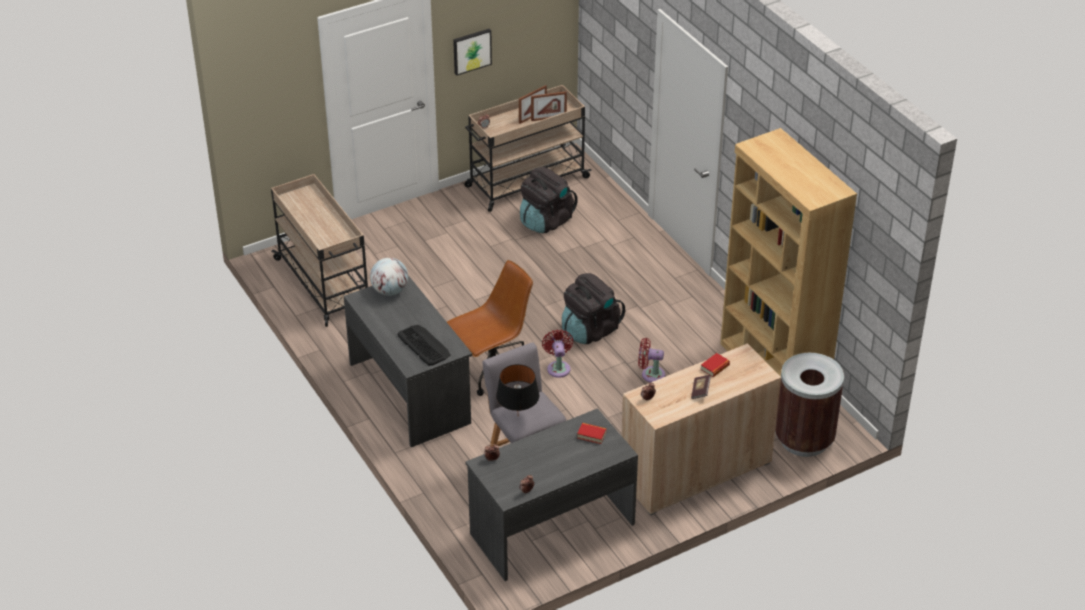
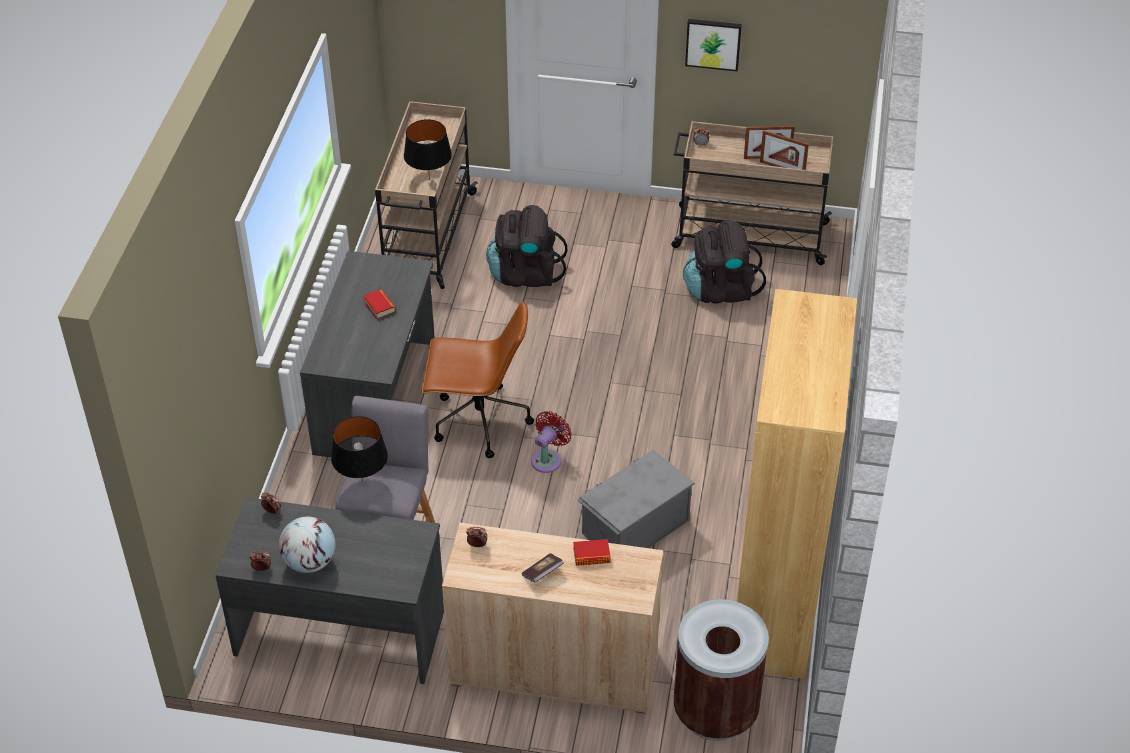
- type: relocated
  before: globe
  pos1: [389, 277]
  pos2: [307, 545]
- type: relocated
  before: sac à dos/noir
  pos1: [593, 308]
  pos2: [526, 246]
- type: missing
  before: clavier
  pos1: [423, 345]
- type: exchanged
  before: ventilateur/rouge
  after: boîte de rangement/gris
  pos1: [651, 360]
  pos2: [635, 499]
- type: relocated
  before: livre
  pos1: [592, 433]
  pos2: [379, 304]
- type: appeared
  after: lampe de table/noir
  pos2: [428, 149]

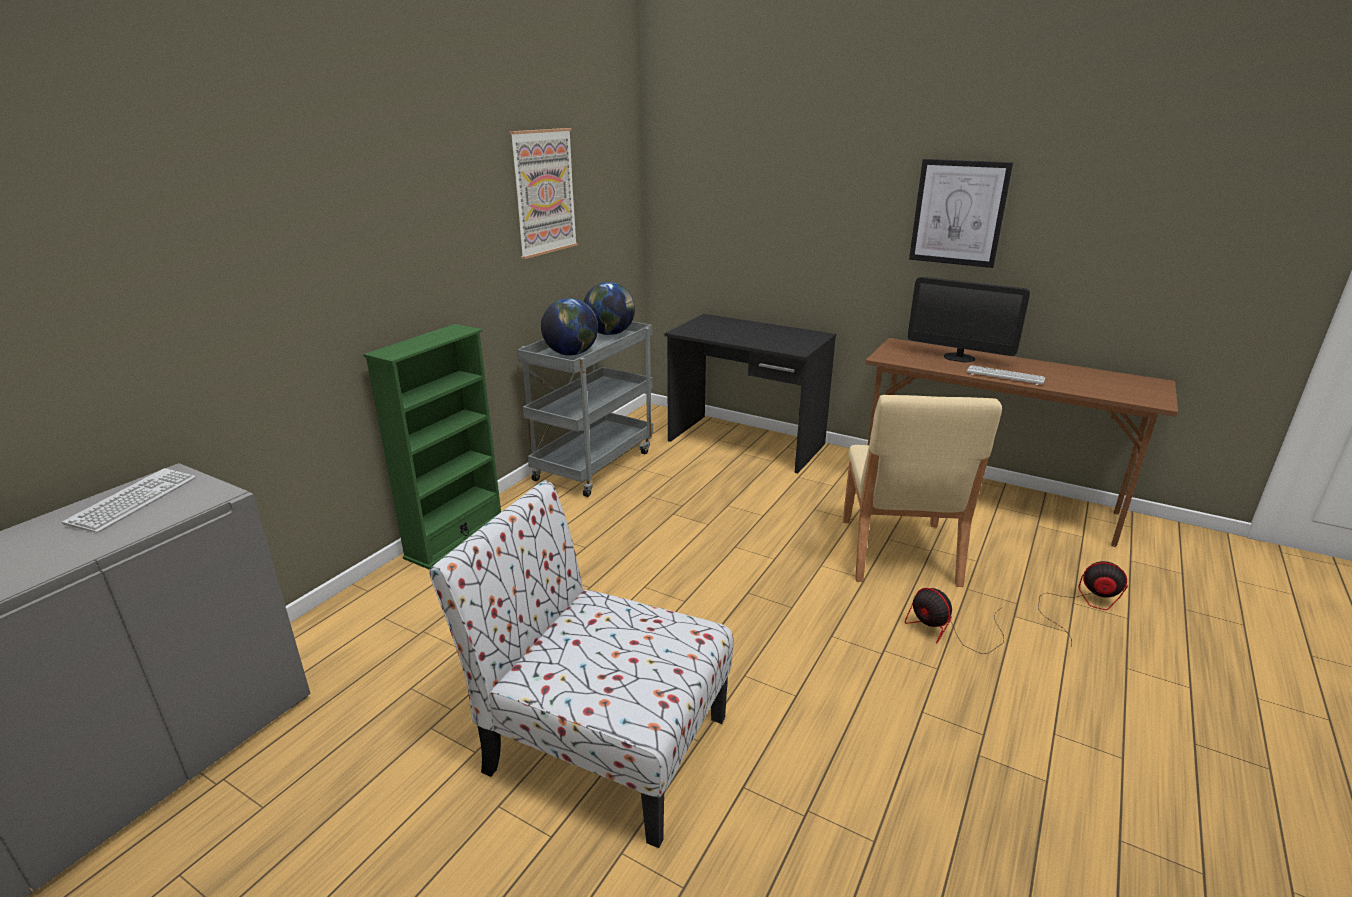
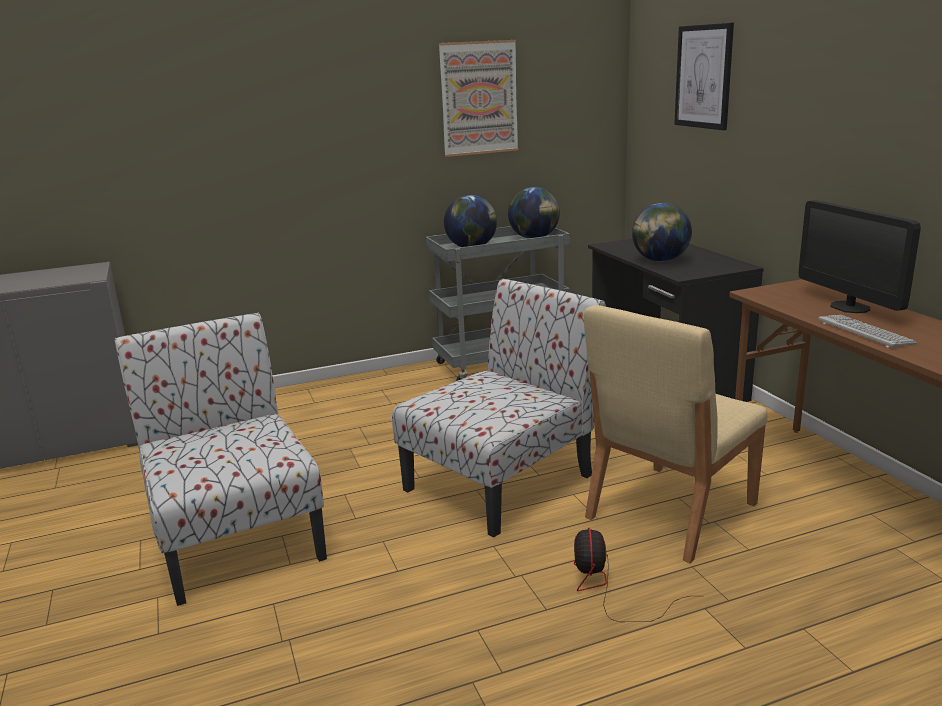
- type: relocated
  before: tableau
  pos1: [961, 213]
  pos2: [704, 76]
- type: missing
  before: bibliothèque/vert
  pos1: [432, 446]
- type: missing
  before: clavier
  pos1: [129, 500]
- type: missing
  before: ventilateur
  pos1: [1083, 604]
- type: appeared
  after: globe
  pos2: [662, 232]
- type: appeared
  after: chaise
  pos2: [499, 408]

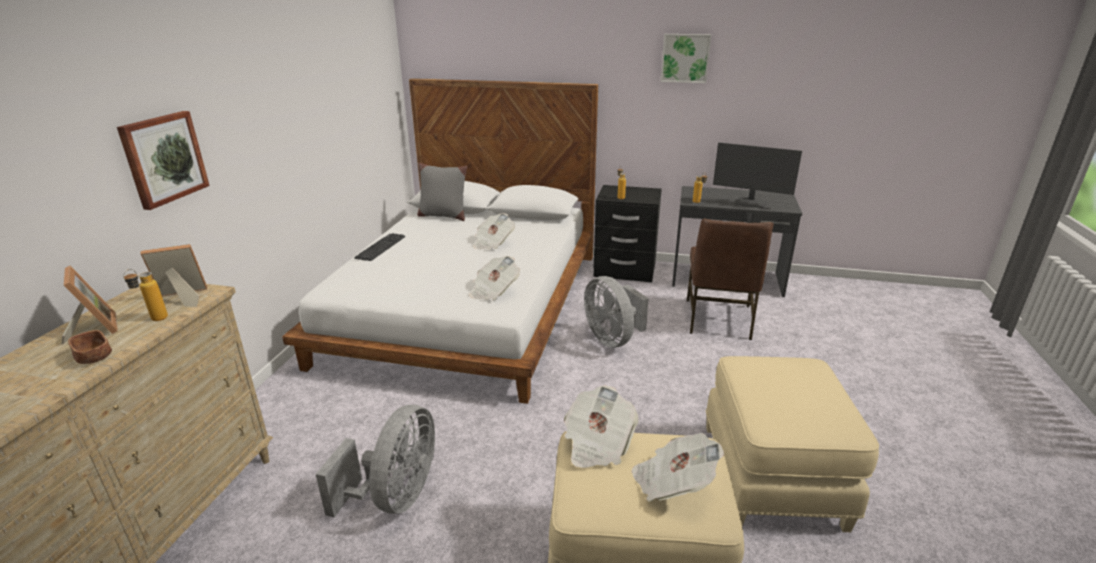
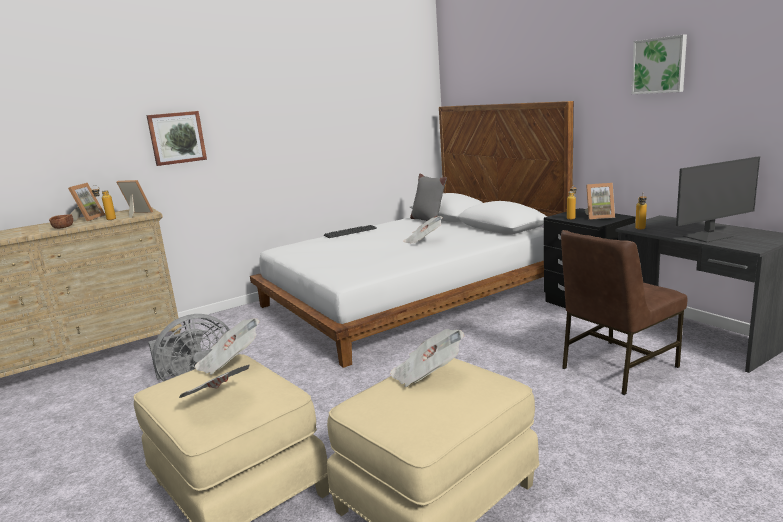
- type: spun
  before: écran d'ordinateur
  pos1: [757, 175]
  pos2: [718, 199]
  turn: -90
- type: relocated
  before: journal
  pos1: [494, 278]
  pos2: [427, 358]
- type: missing
  before: ventilateur/gris
  pos1: [616, 312]
- type: appeared
  after: cadre photo
  pos2: [600, 201]

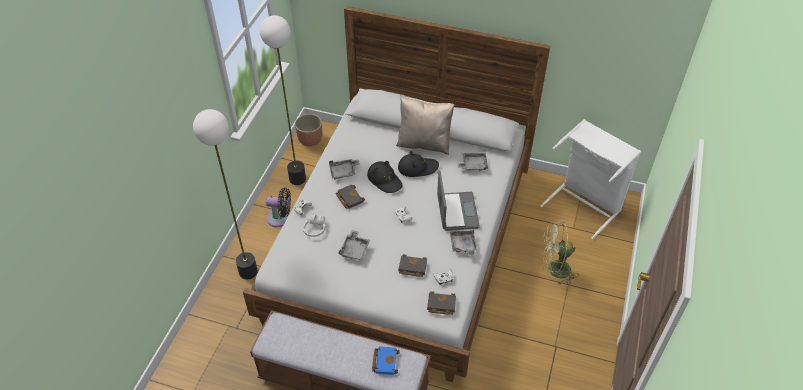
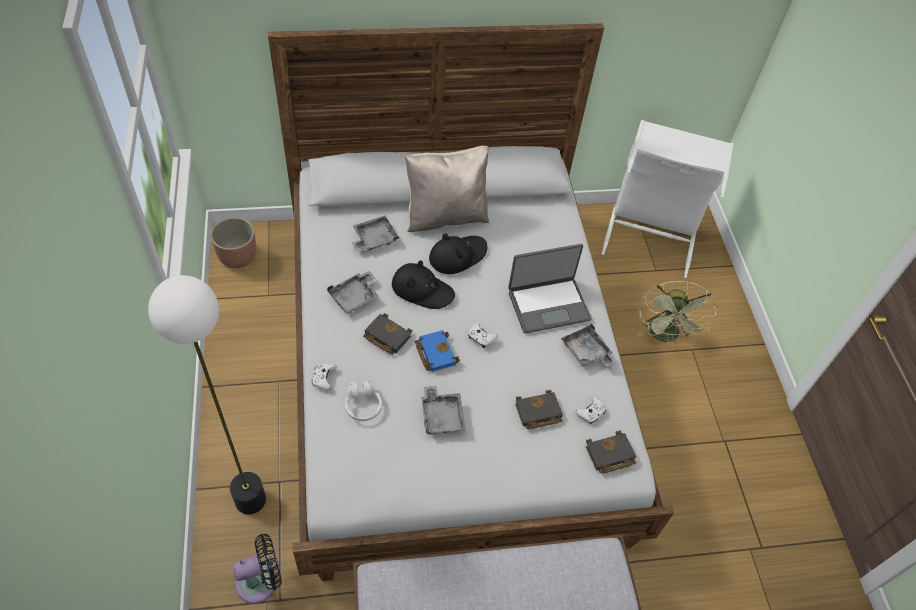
- type: missing
  before: lampadaire
  pos1: [283, 100]
- type: relocated
  before: plateau/gris
  pos1: [473, 162]
  pos2: [375, 233]
- type: spun
  before: ordinateur portable
  pos1: [458, 201]
  pos2: [550, 288]
  turn: 105
- type: relocated
  before: ventilateur/noir
  pos1: [278, 207]
  pos2: [257, 569]
- type: spun
  before: ventilateur/vert
  pos1: [560, 253]
  pos2: [676, 312]
  turn: -60
- type: relocated
  before: livre/bleu
  pos1: [386, 360]
  pos2: [437, 351]

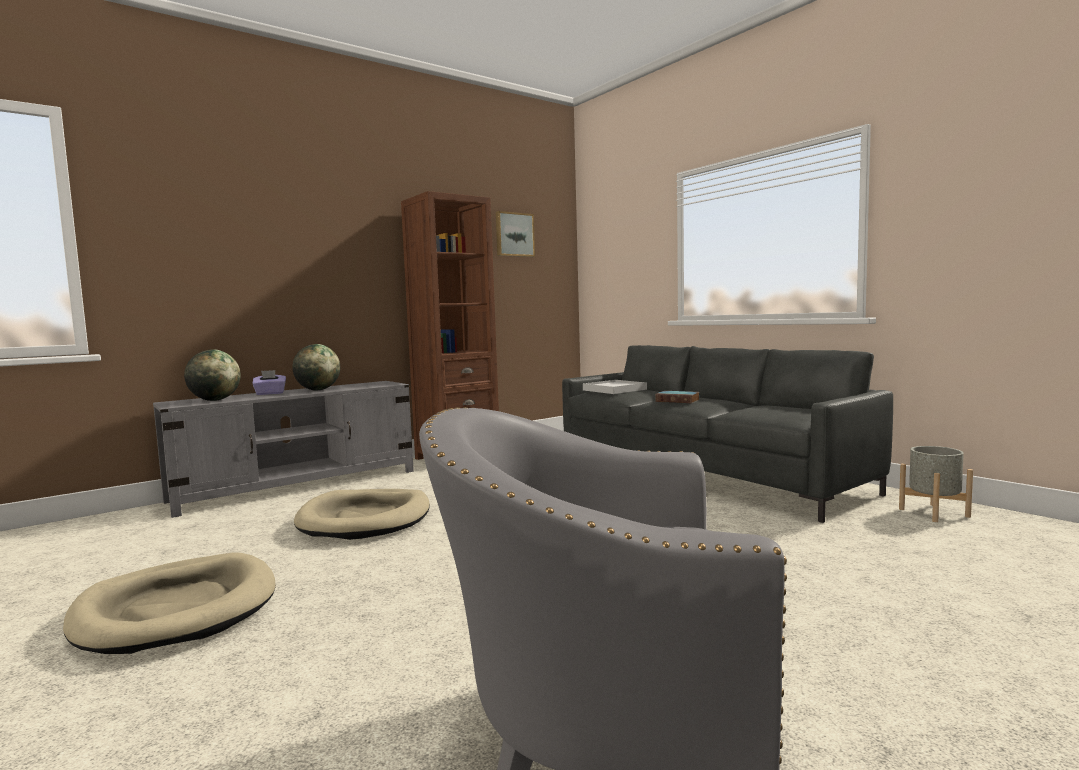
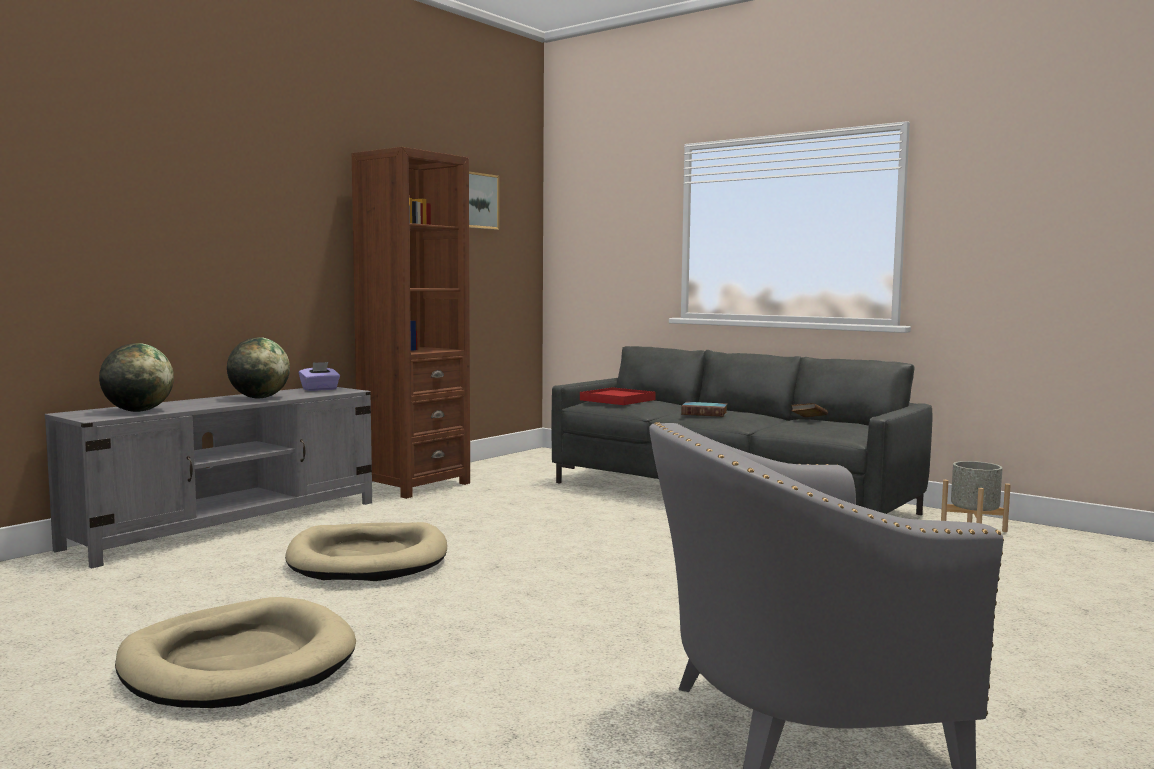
- type: relocated
  before: boîte à mouchoirs/violet
  pos1: [269, 382]
  pos2: [319, 376]
- type: colour
  before: plateau/blanc
  after: plateau/rouge
  pos1: [615, 387]
  pos2: [618, 396]
- type: appeared
  after: livre/marron
  pos2: [809, 410]

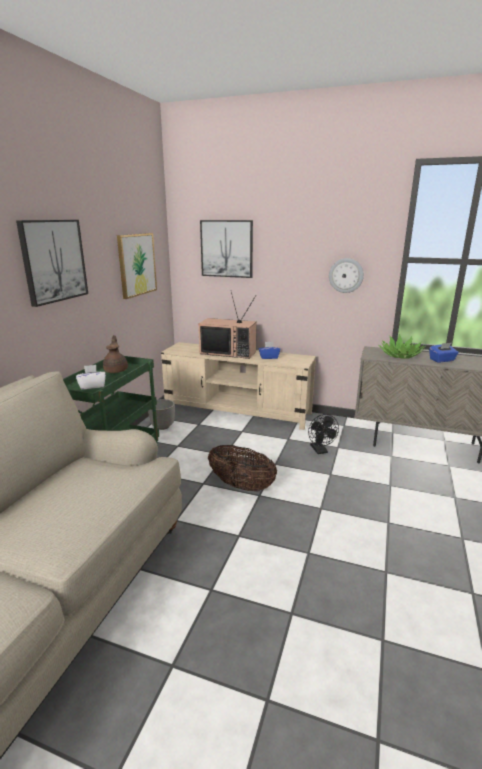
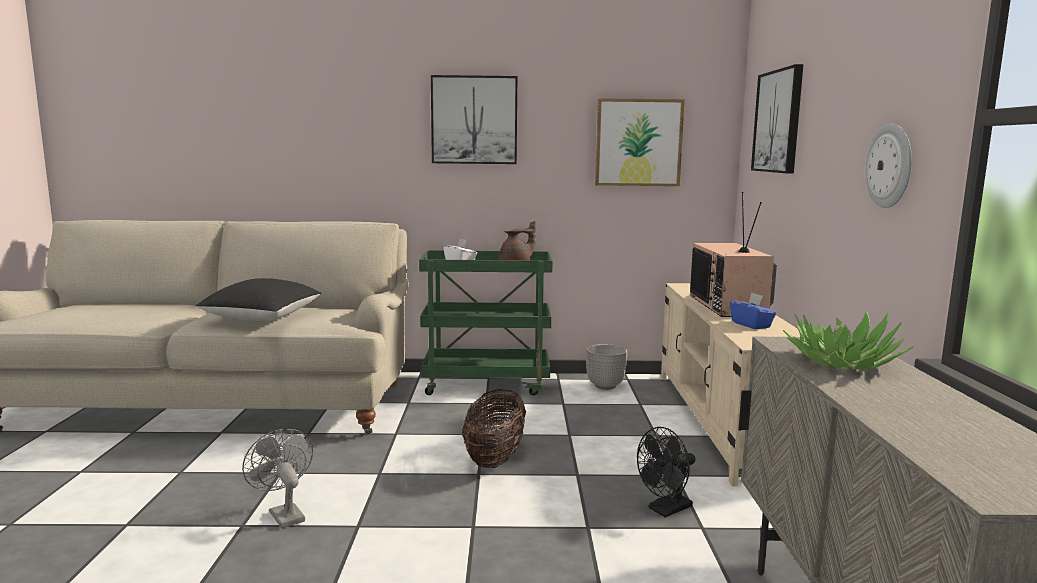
- type: missing
  before: boîte à mouchoirs/bleu
  pos1: [444, 352]
- type: appeared
  after: coussin/noir
  pos2: [258, 299]
- type: appeared
  after: ventilateur/gris
  pos2: [277, 478]

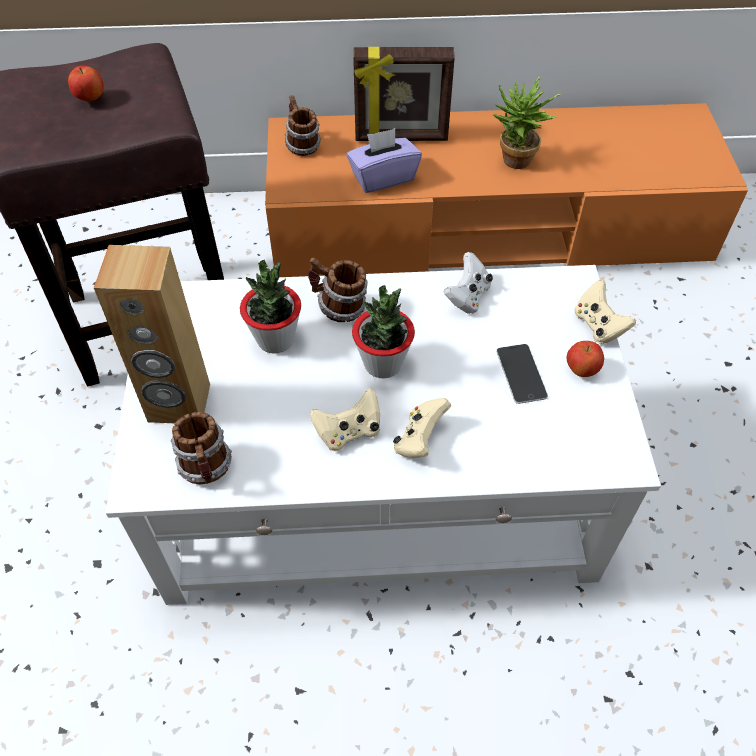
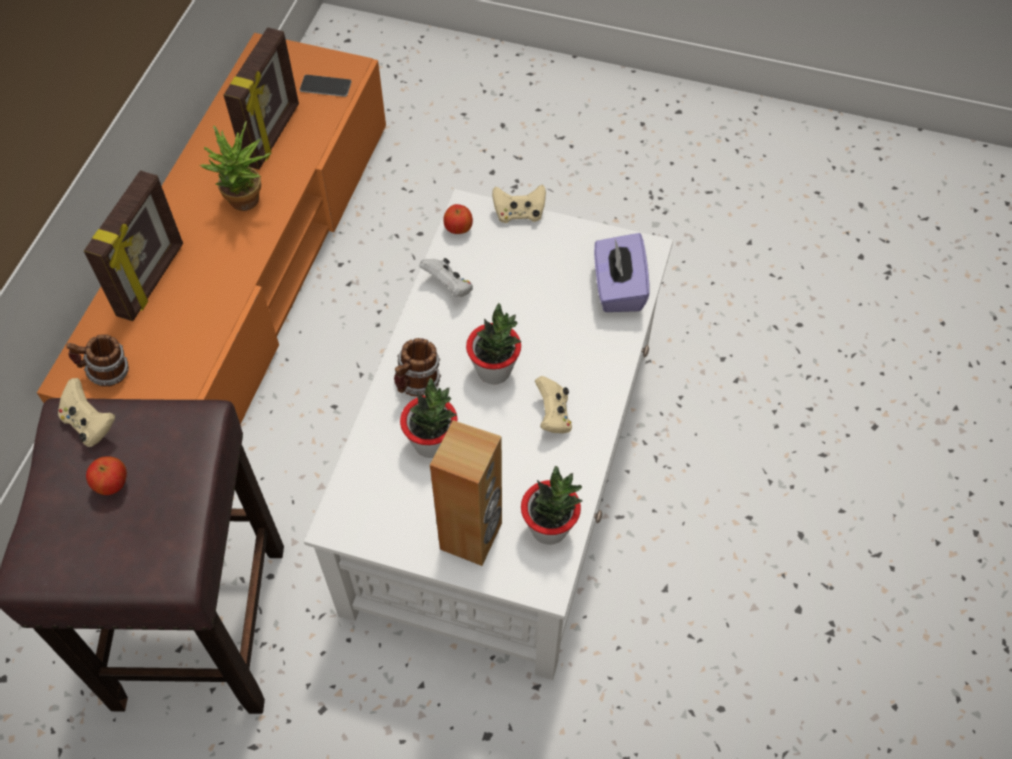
- type: relocated
  before: boîte à mouchoirs/violet
  pos1: [384, 160]
  pos2: [622, 272]
- type: relocated
  before: pomme
  pos1: [585, 359]
  pos2: [458, 219]
- type: relocated
  before: téléphone
  pos1: [522, 374]
  pos2: [326, 86]
- type: relocated
  before: manette/beige
  pos1: [422, 428]
  pos2: [86, 412]
- type: exchanged
  before: mug
  after: plante en pot
  pos1: [201, 448]
  pos2: [552, 505]
- type: appeared
  after: cadre photo
  pos2: [261, 99]

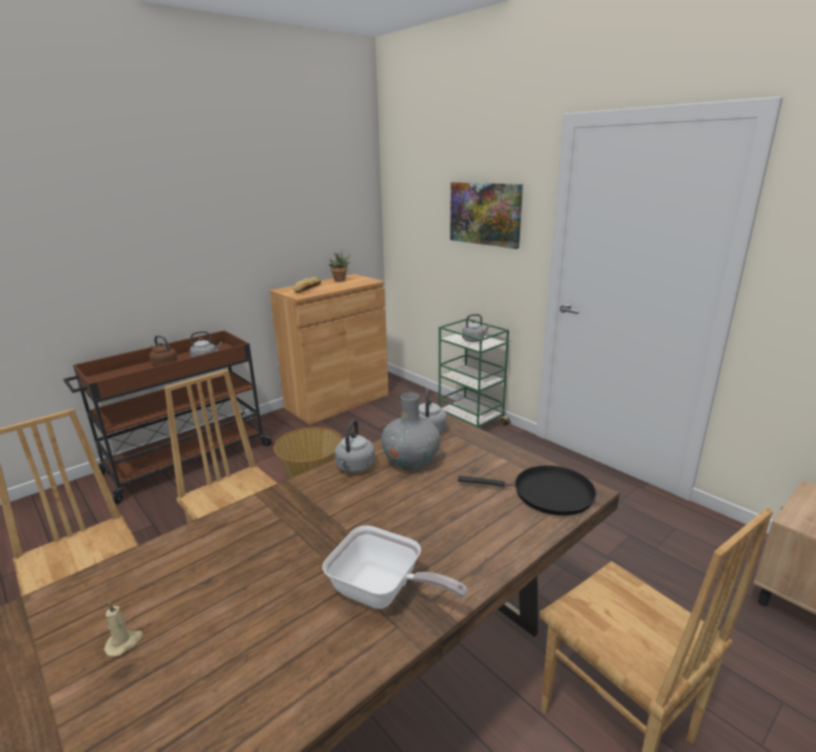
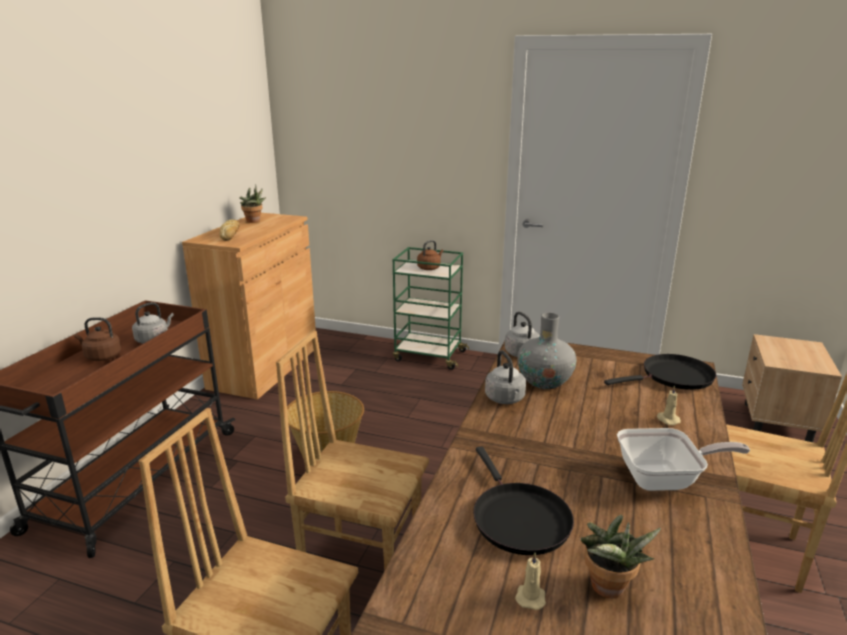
- type: missing
  before: tableau
  pos1: [486, 215]
- type: colour
  before: bouilloire/gris
  after: bouilloire/marron
  pos1: [476, 328]
  pos2: [430, 255]
- type: appeared
  after: bougie/beige
  pos2: [669, 405]
- type: appeared
  after: poêle/noir
  pos2: [523, 500]
- type: appeared
  after: plante en pot
  pos2: [620, 556]

